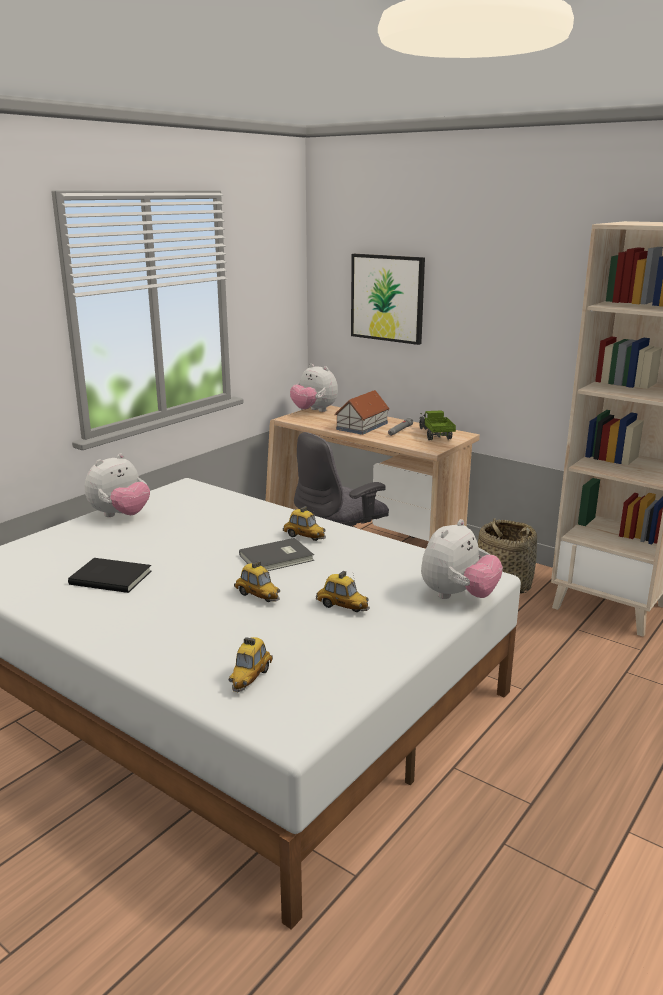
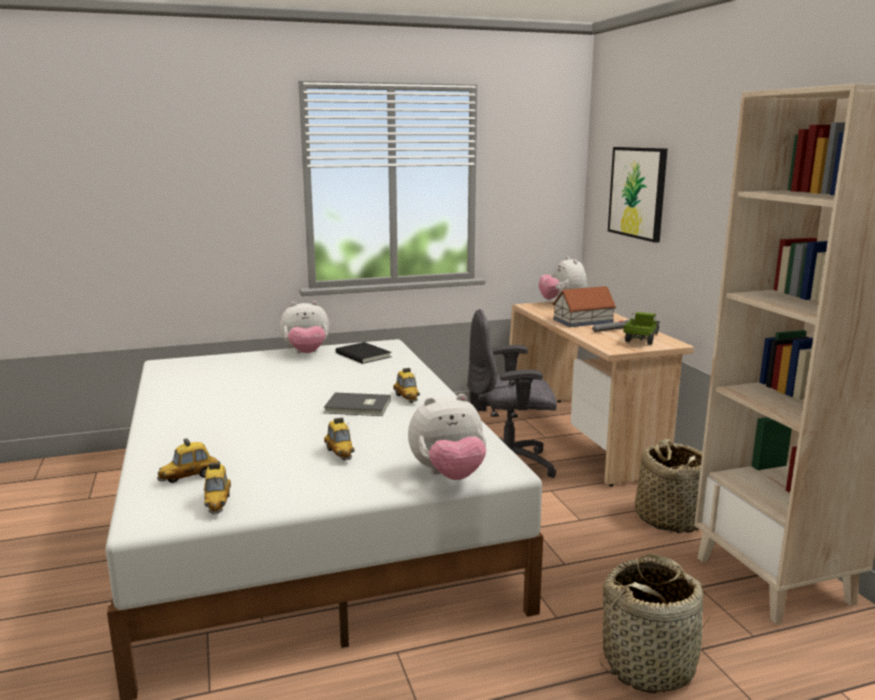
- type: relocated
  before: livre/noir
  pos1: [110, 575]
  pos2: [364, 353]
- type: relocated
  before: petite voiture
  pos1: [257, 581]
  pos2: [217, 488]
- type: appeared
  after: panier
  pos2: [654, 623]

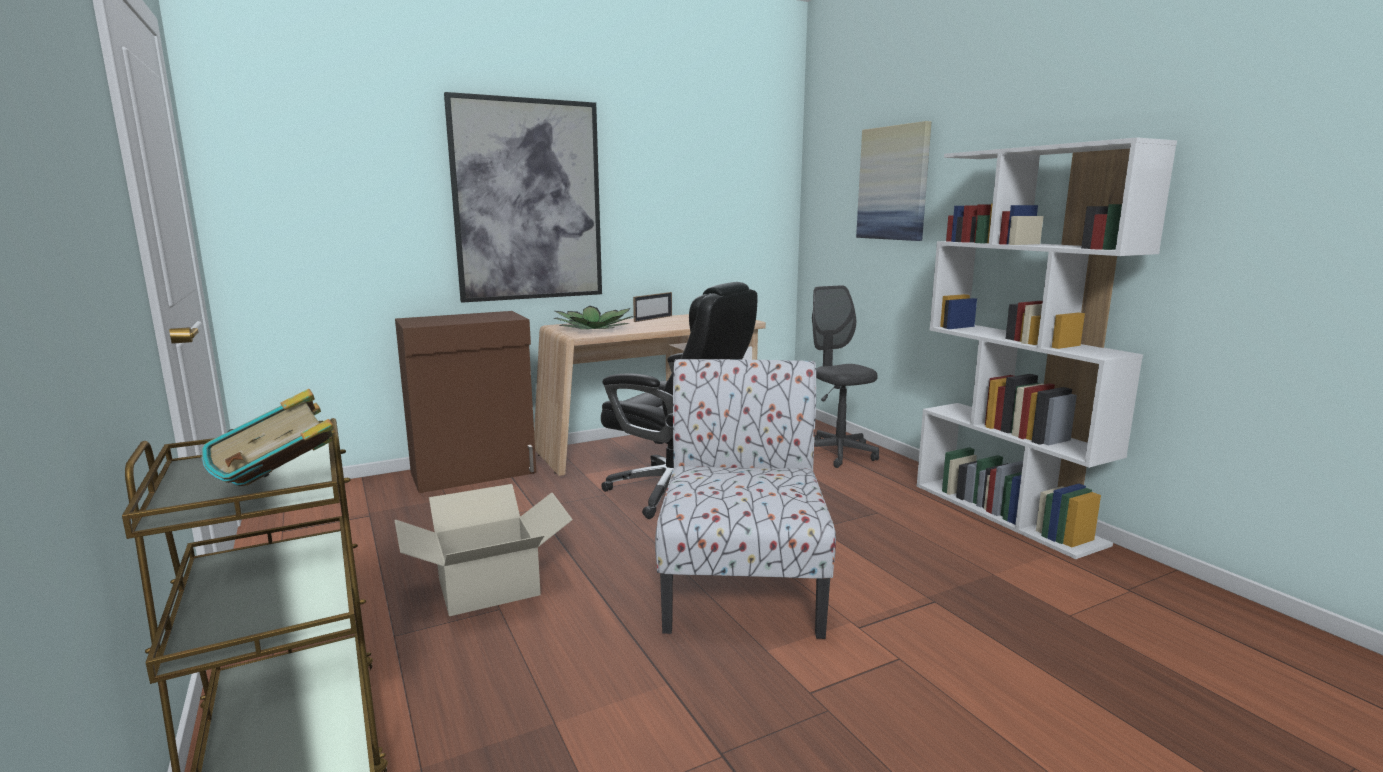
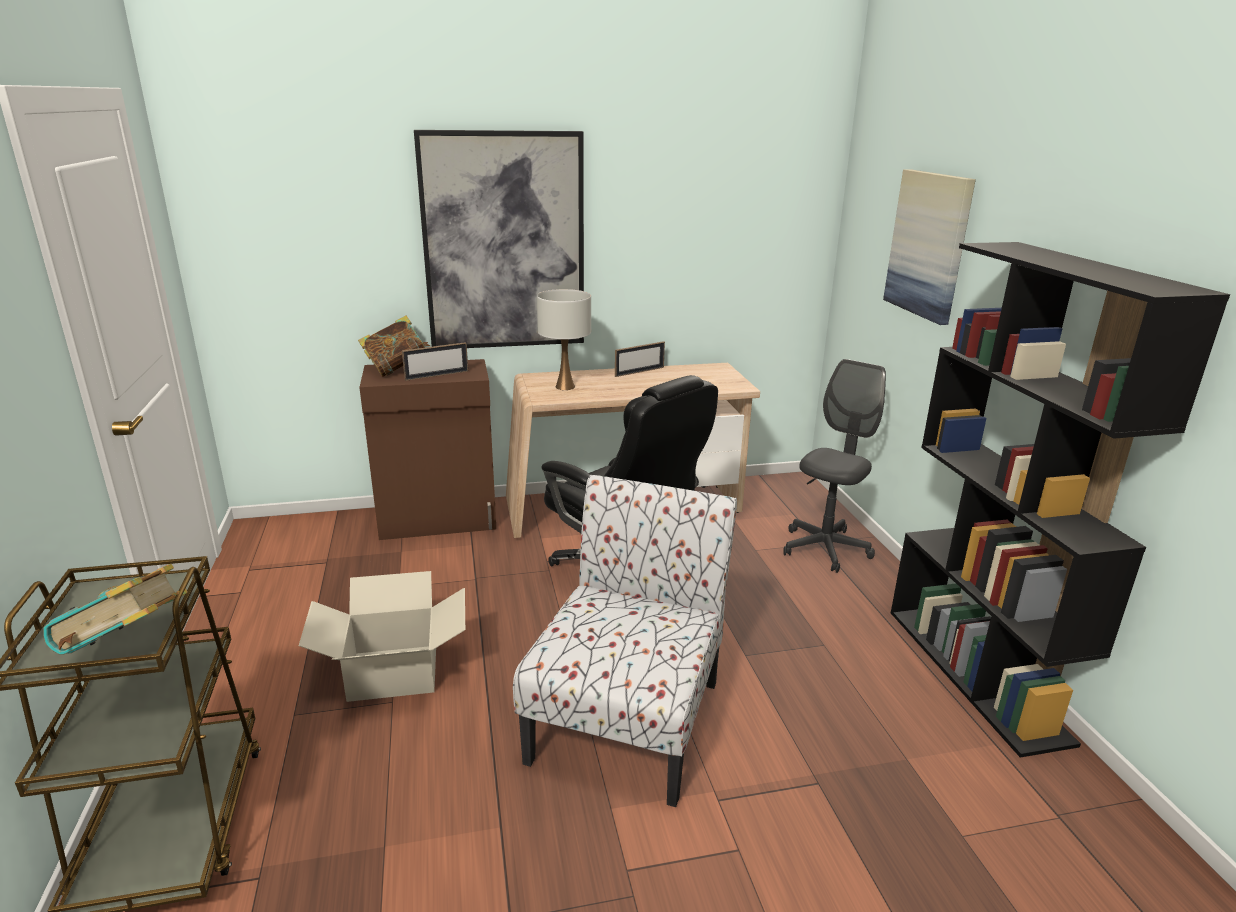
- type: colour
  before: bibliothèque/blanc
  after: bibliothèque/noir
  pos1: [1047, 348]
  pos2: [1060, 500]
- type: spun
  before: chaise de bureau/gris
  pos1: [845, 376]
  pos2: [834, 466]
  turn: 45
- type: exchanged
  before: plante en pot
  after: lampe de table/blanc
  pos1: [594, 317]
  pos2: [564, 339]
- type: appeared
  after: livre
  pos2: [394, 346]
- type: appeared
  after: cadre photo
  pos2: [435, 361]

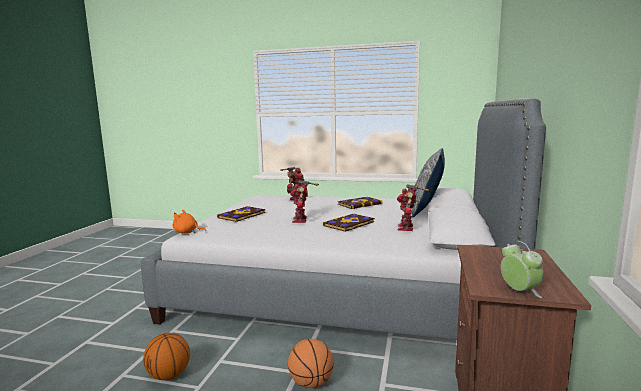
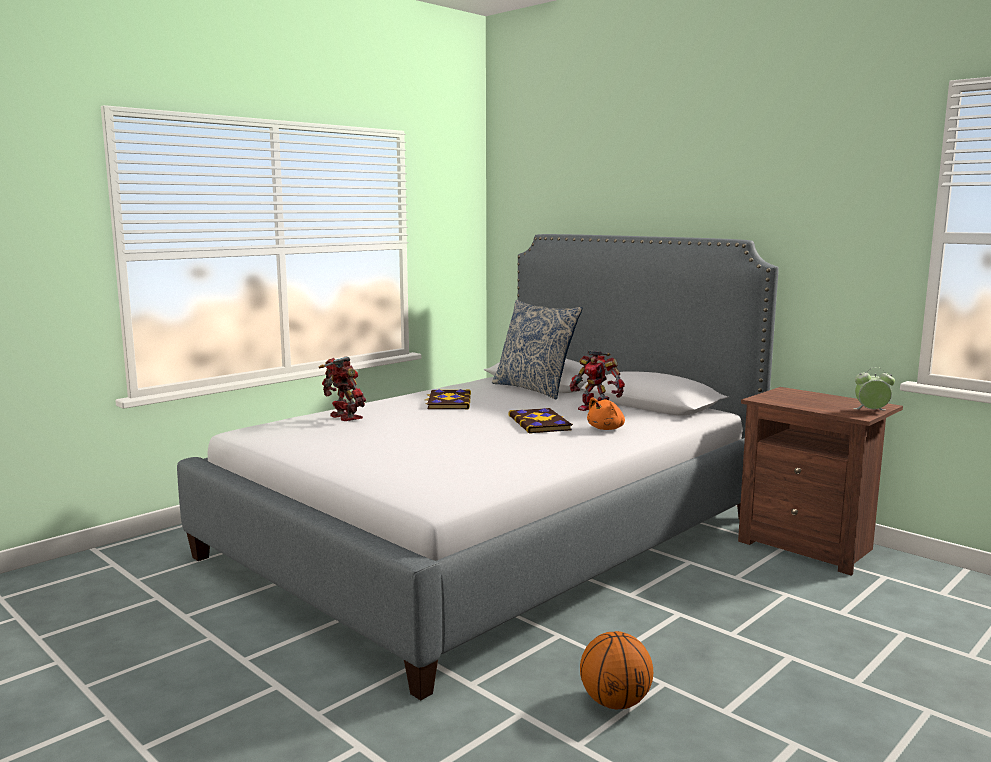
- type: missing
  before: robot jouet
  pos1: [304, 201]
- type: missing
  before: livre
  pos1: [241, 214]
- type: relocated
  before: peluche/orange
  pos1: [189, 222]
  pos2: [606, 413]
- type: missing
  before: ballon de basket
  pos1: [311, 363]

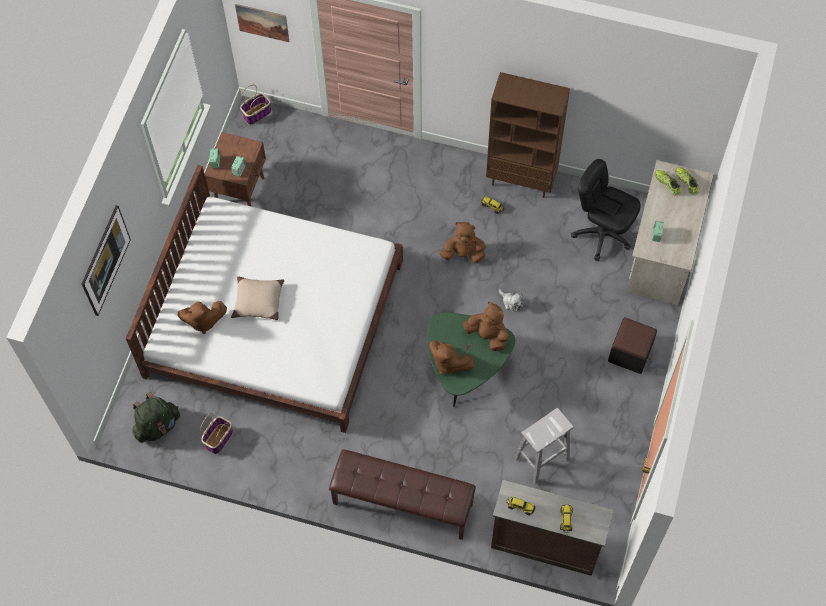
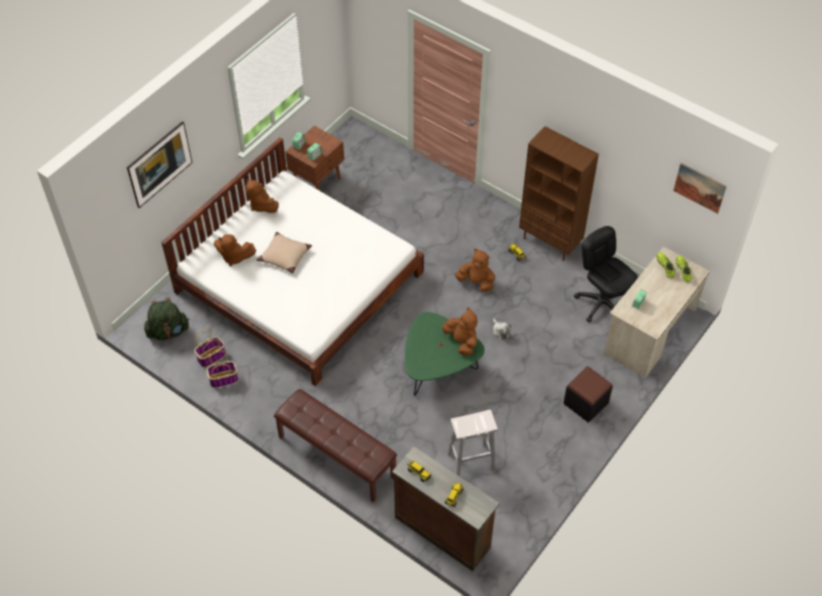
- type: relocated
  before: tableau
  pos1: [262, 23]
  pos2: [700, 188]
- type: relocated
  before: panier
  pos1: [255, 105]
  pos2: [222, 369]
- type: relocated
  before: peluche/marron
  pos1: [451, 357]
  pos2: [262, 196]

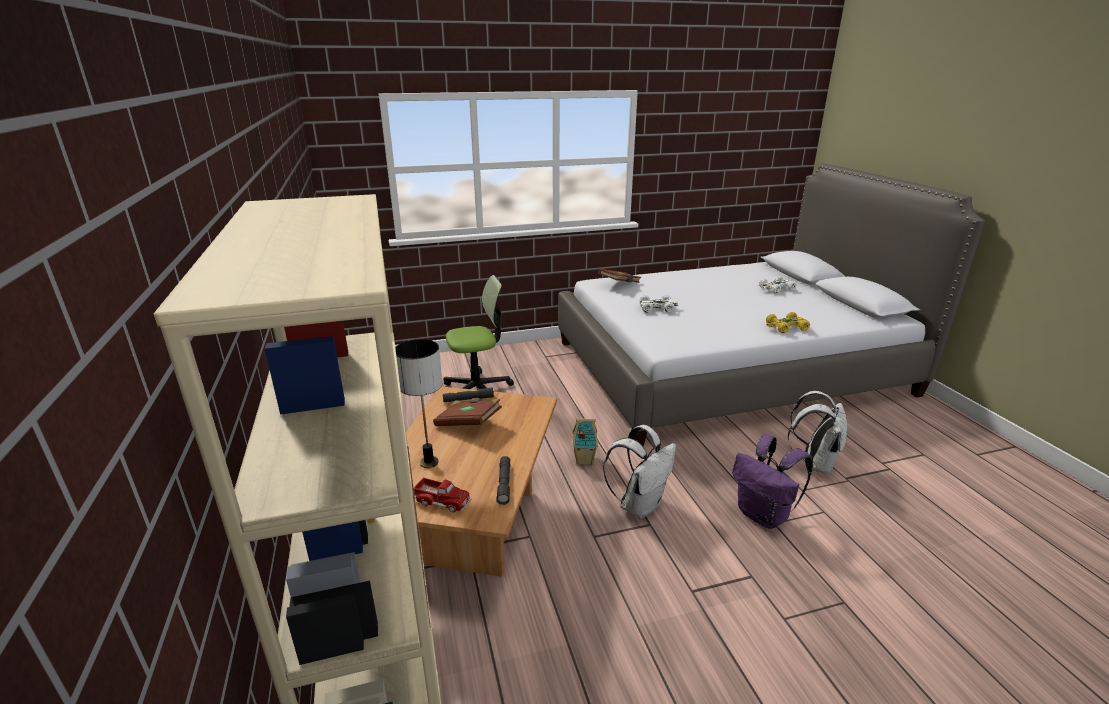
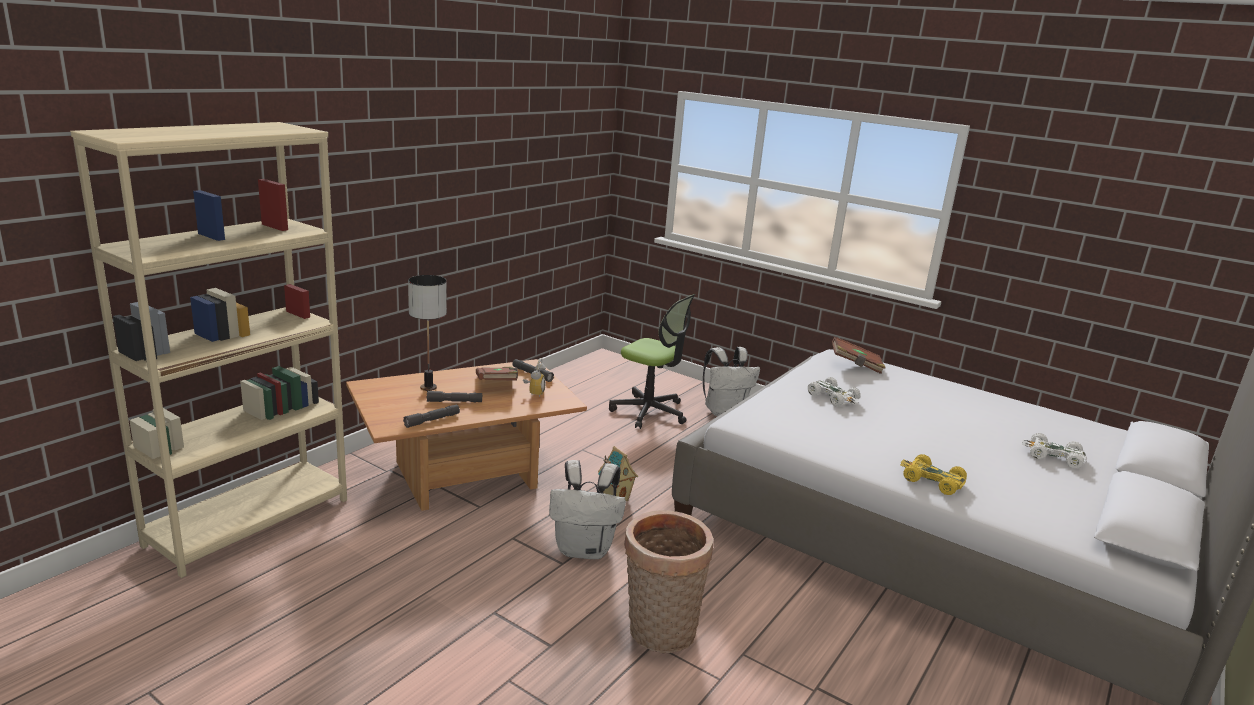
- type: relocated
  before: sac à dos/blanc
  pos1: [817, 433]
  pos2: [731, 381]
- type: exchanged
  before: sac à dos/violet
  after: panier
  pos1: [772, 481]
  pos2: [669, 581]
- type: missing
  before: camion jouet
  pos1: [442, 495]
- type: appeared
  after: réveil
  pos2: [534, 377]
- type: appeared
  after: lampe de poche/gris
  pos2: [454, 396]

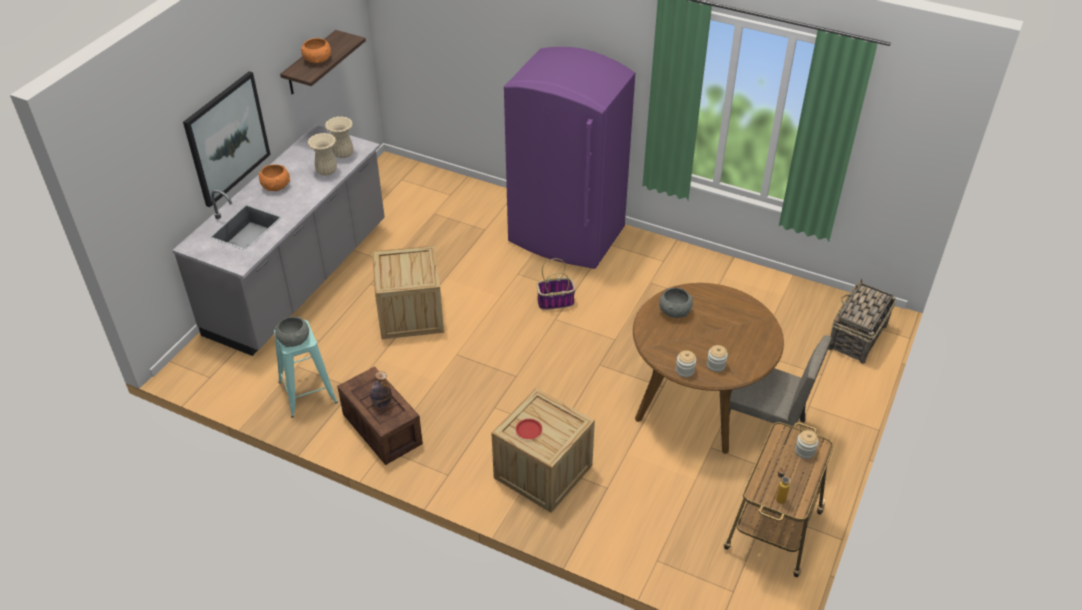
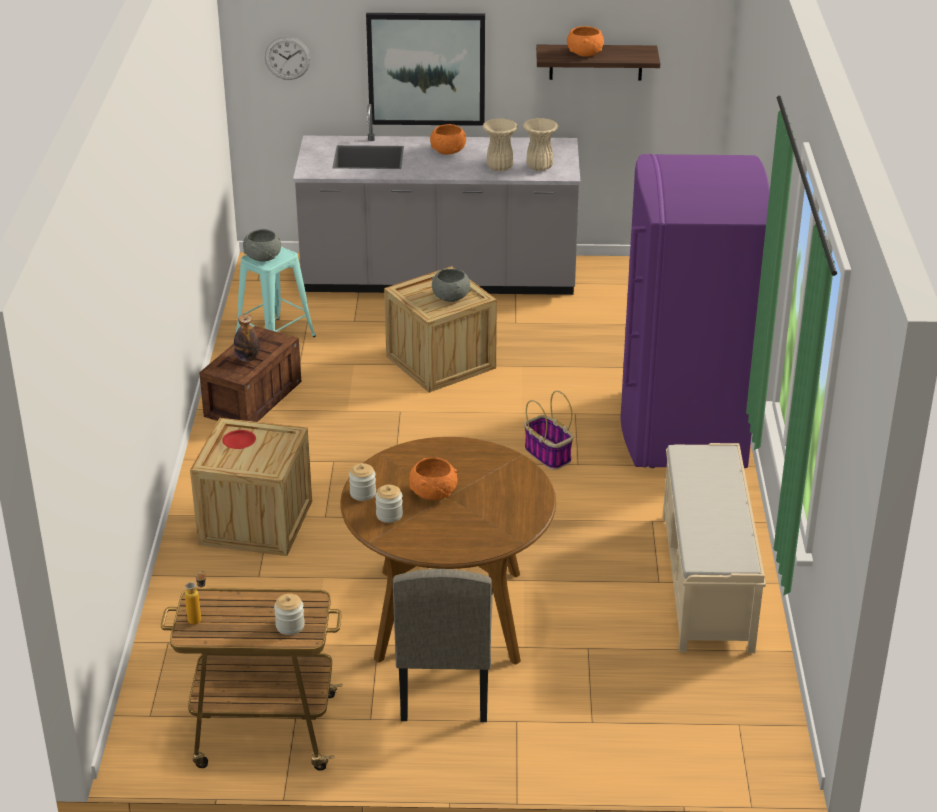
- type: missing
  before: panier
  pos1: [862, 321]
- type: relocated
  before: bol/gris
  pos1: [676, 303]
  pos2: [451, 285]
- type: appeared
  after: horloge murale
  pos2: [288, 58]
- type: appeared
  after: banc/beige
  pos2: [714, 548]
- type: appeared
  after: bol/orange
  pos2: [433, 478]

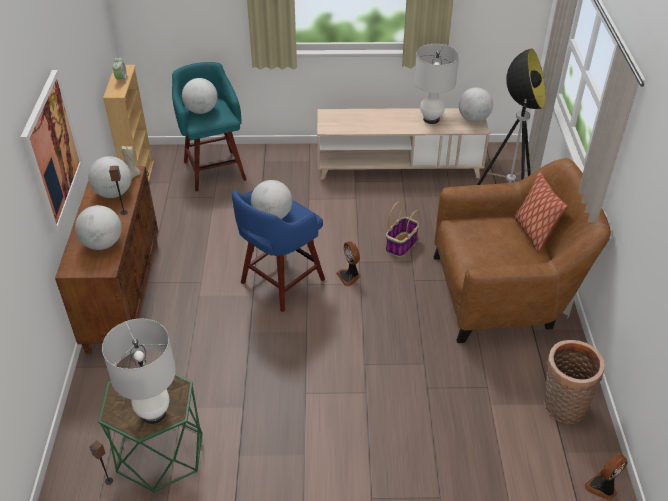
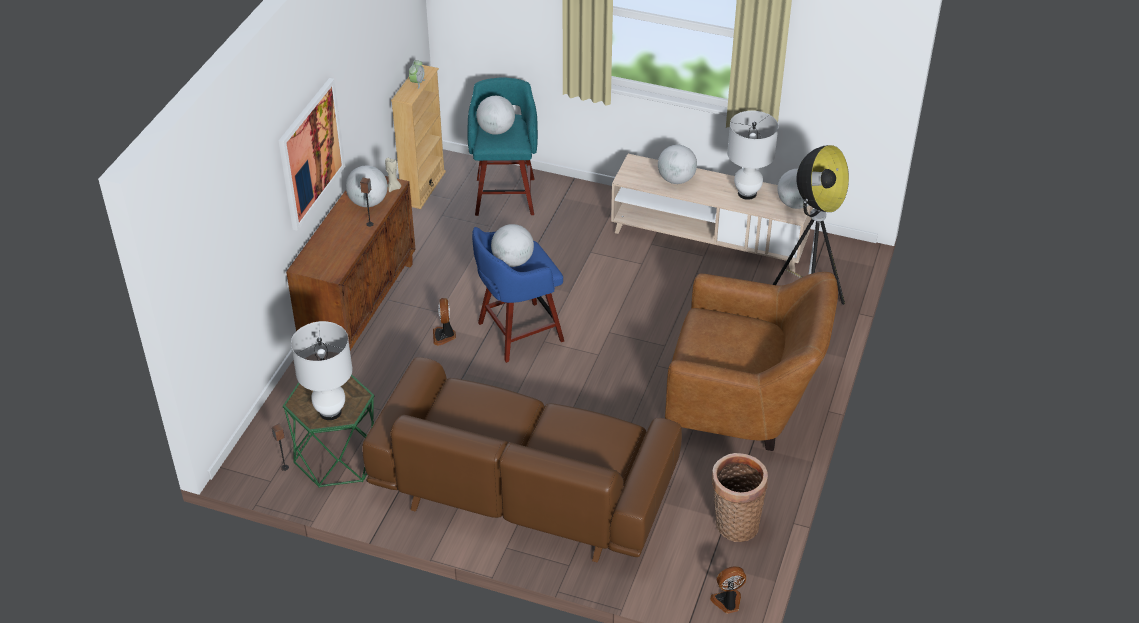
- type: missing
  before: coussin
  pos1: [540, 212]
- type: missing
  before: panier
  pos1: [403, 229]
- type: relocated
  before: globe
  pos1: [98, 227]
  pos2: [677, 164]
- type: relocated
  before: ventilateur
  pos1: [348, 263]
  pos2: [444, 322]
- type: appeared
  after: canapé/marron
  pos2: [522, 460]

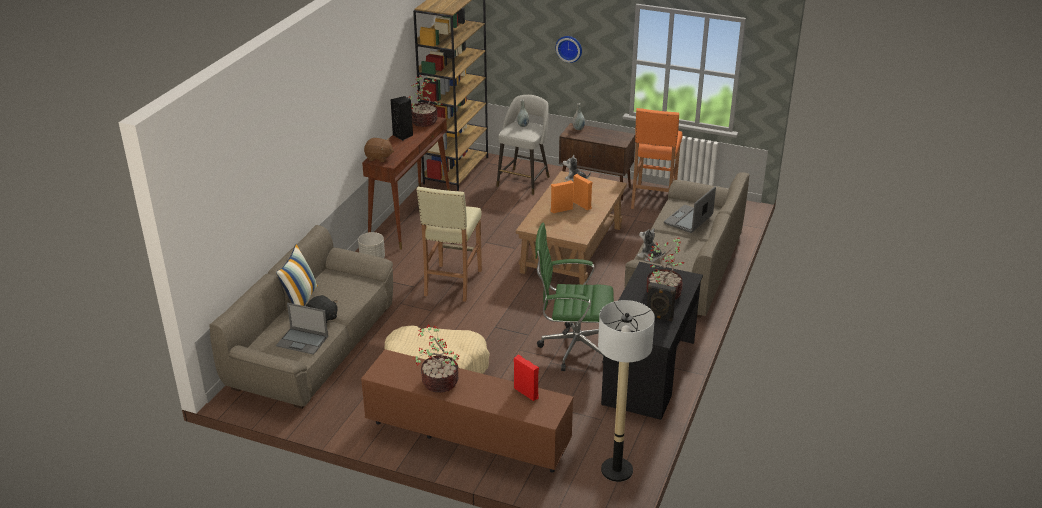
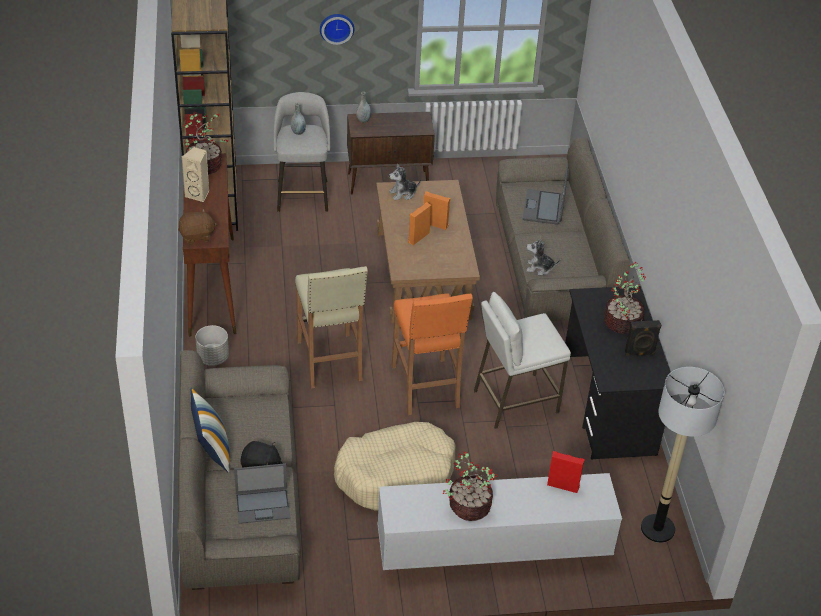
- type: colour
  before: enceinte/noir
  after: enceinte/beige
  pos1: [402, 118]
  pos2: [196, 174]
- type: relocated
  before: tabouret/orange
  pos1: [657, 158]
  pos2: [432, 354]
- type: exchanged
  before: chaise de bureau/vert
  after: tabouret/blanc
  pos1: [574, 297]
  pos2: [522, 360]
- type: colour
  before: meuble télé/marron
  after: meuble télé/blanc
  pos1: [467, 411]
  pos2: [499, 521]

